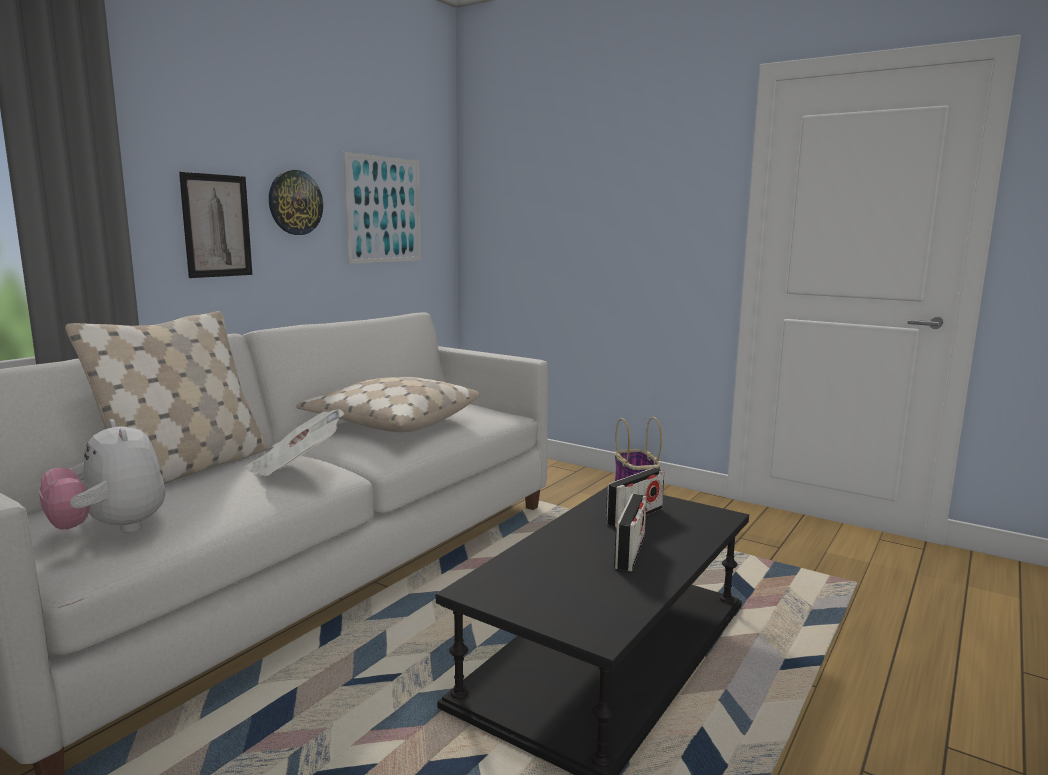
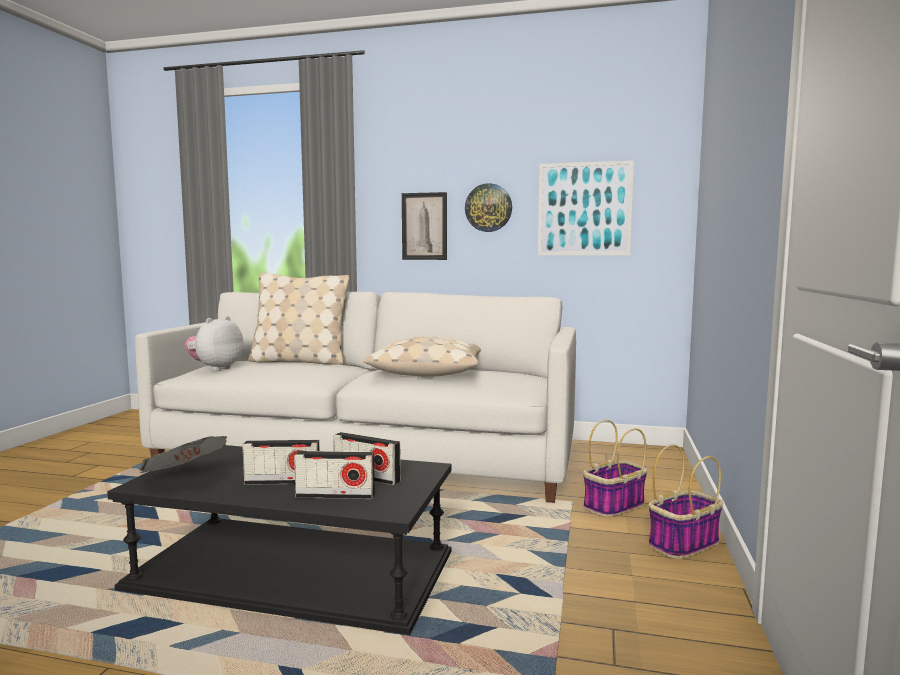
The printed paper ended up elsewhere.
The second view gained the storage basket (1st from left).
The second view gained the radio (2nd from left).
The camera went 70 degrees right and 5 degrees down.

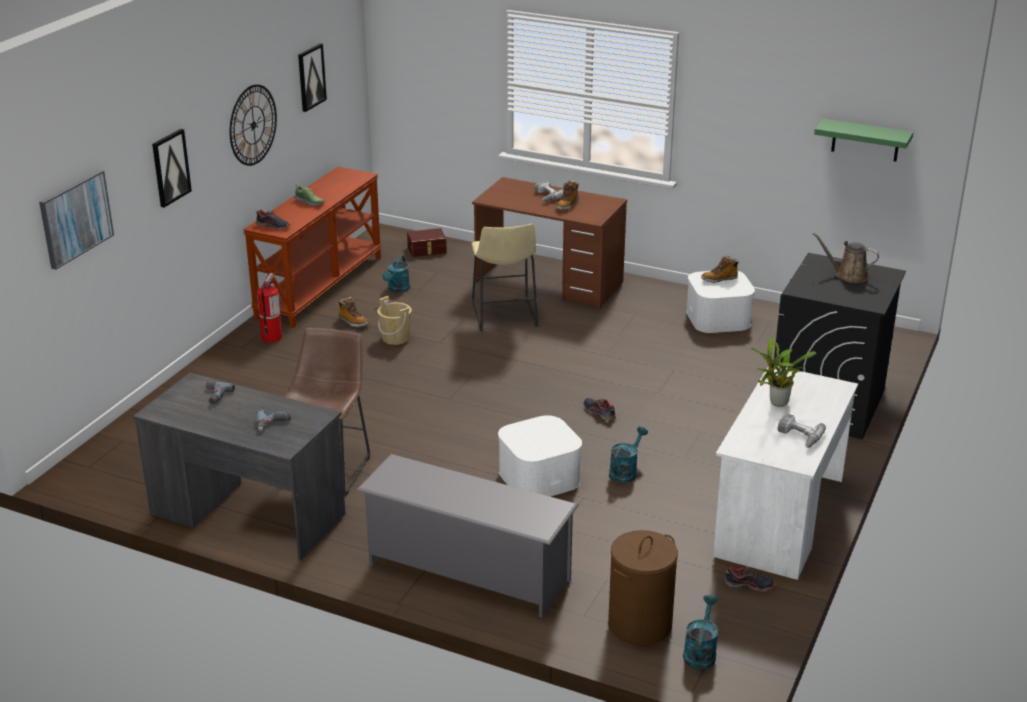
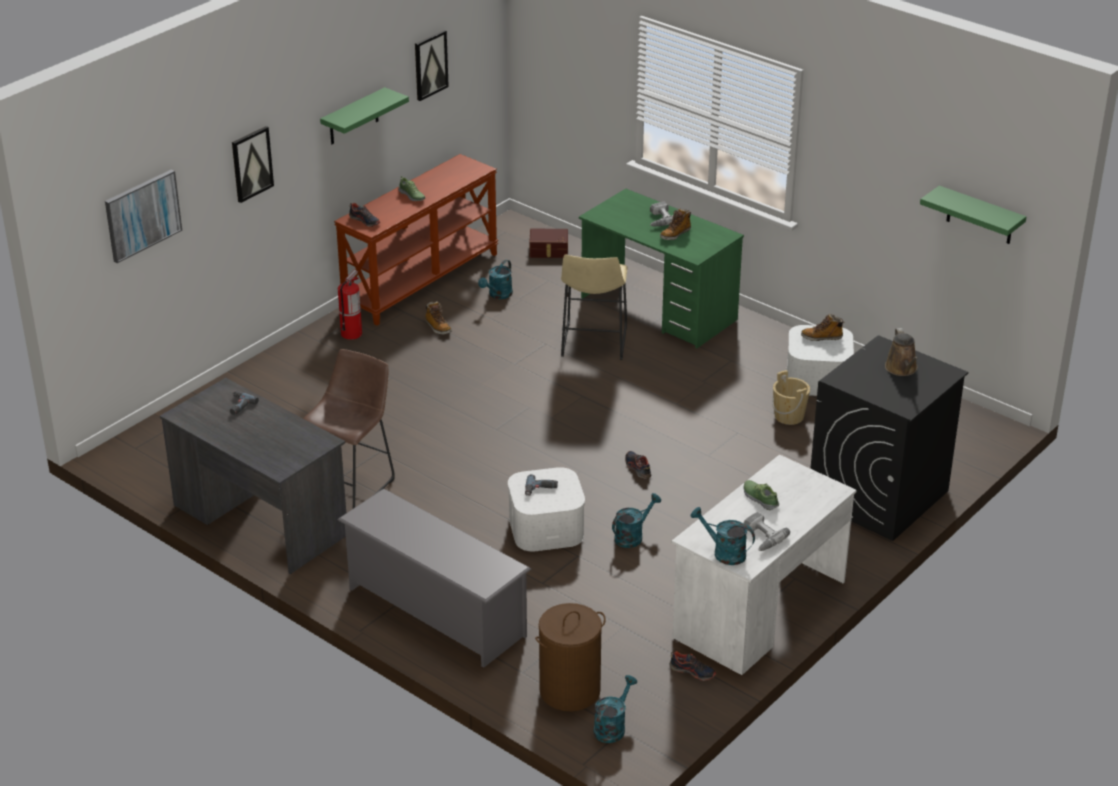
Where the hanging clock hung, the shelf/green (1st from left) came to hang.
What was the desk table/brown turned into the desk table/green.
The sprinkling can/brown ended up facing another way, 135 degrees counterclockwise from before.
The water bucket/beige ended up elsewhere.
Where the potted plant stood, the item of footwear (5th from left) came to stand.
The power drill (2nd from left) ended up elsewhere.
The second view gained the sprinkling can/turquoise-coloured (4th from left).
The camera went 15 degrees right and 5 degrees up.

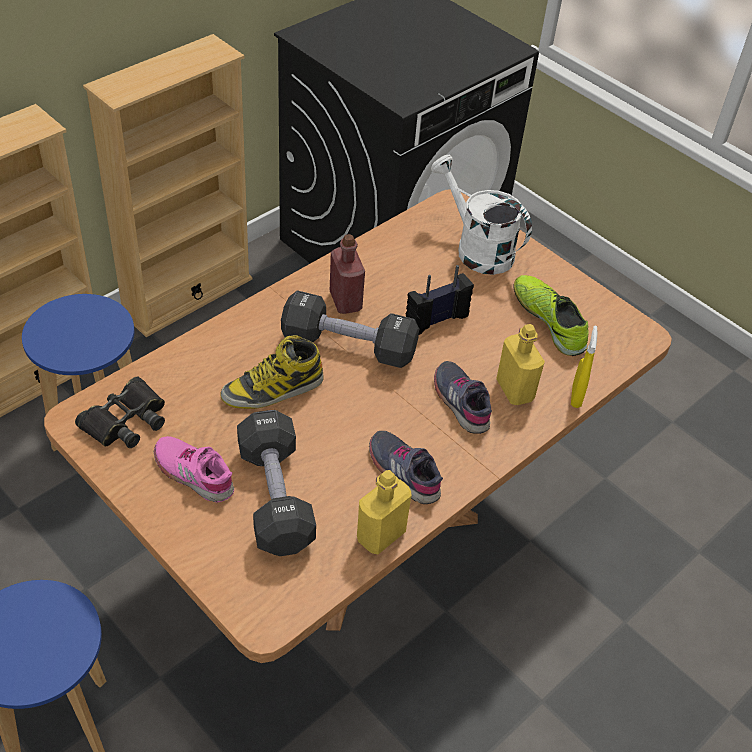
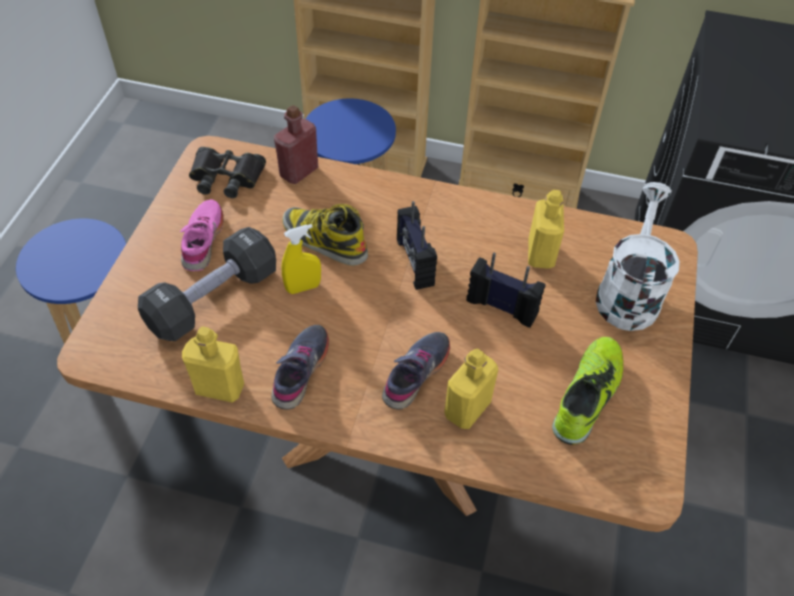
The beverage bottle/reddish ended up elsewhere.
Where the hand weight/blackish (2nd from left) stood, the radio (1st from left) came to stand.
The hand sprayer/yellowish ended up elsewhere.
The second view gained the beverage bottle/yellowish (3rd from left).
The camera went 60 degrees right and 5 degrees up.

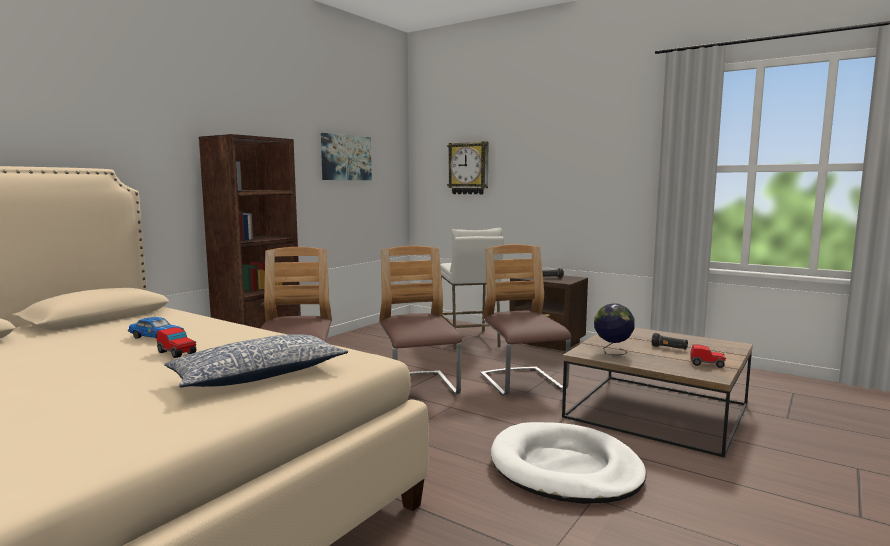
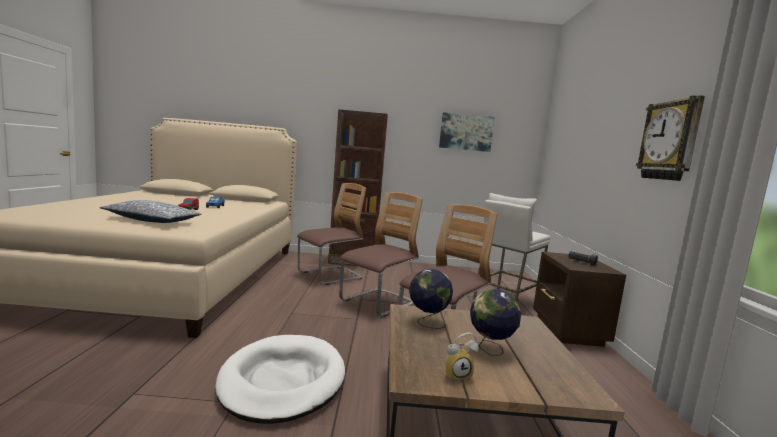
The hanging clock ended up elsewhere.
Where the flashlight/blackish (2nd from left) stood, the desk globe (2nd from left) came to stand.
Where the miniature car (3rd from left) stood, the bedside clock came to stand.
The camera went 55 degrees right and 0 degrees up.

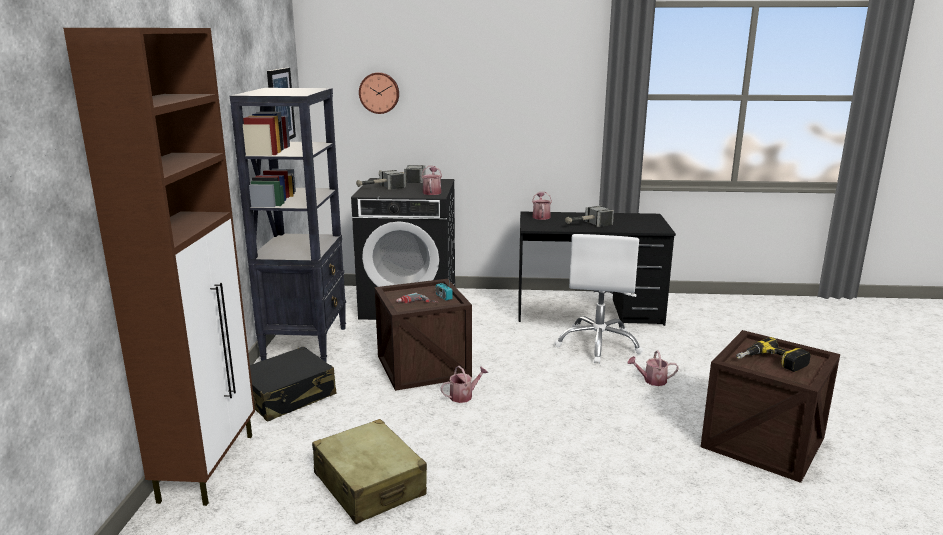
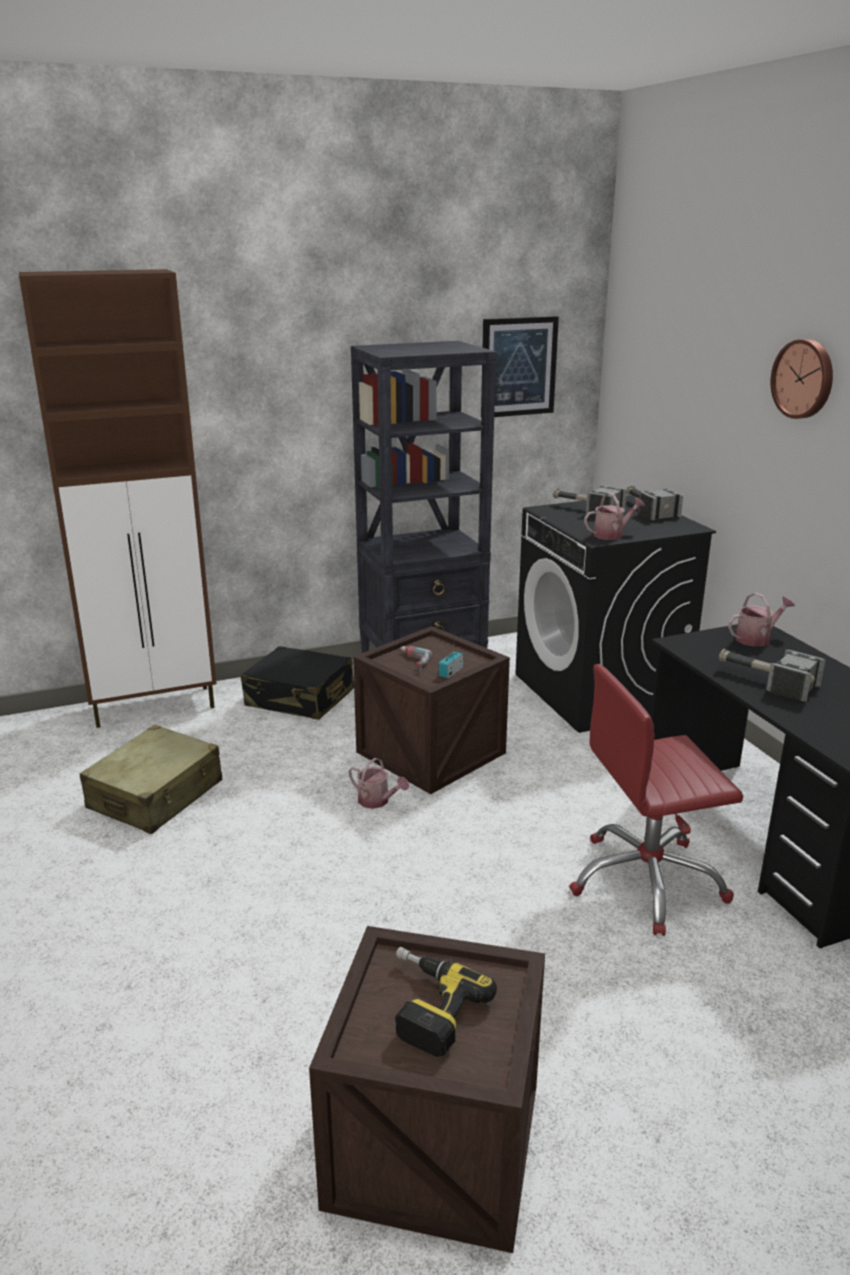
The hanging clock ended up elsewhere.
What was the desk chair/white-coloured turned into the desk chair/reddish.
The second view lost the sprinkling can (4th from left).
The camera went 65 degrees right and 5 degrees up.

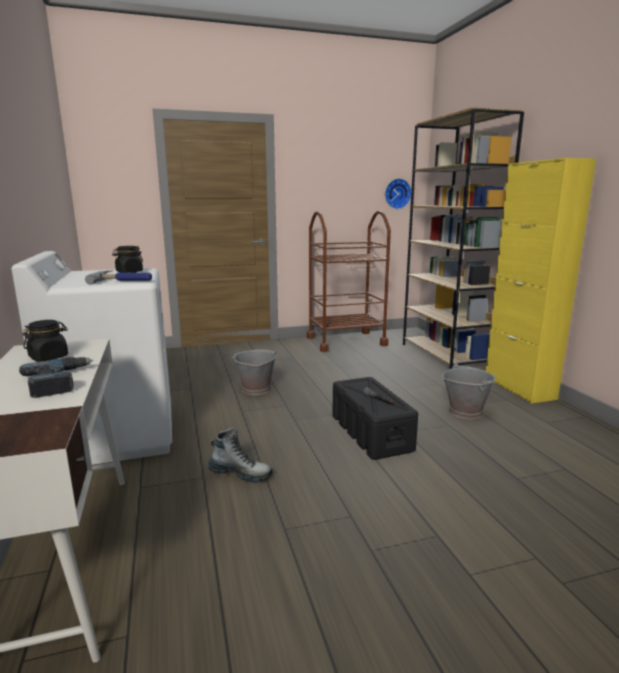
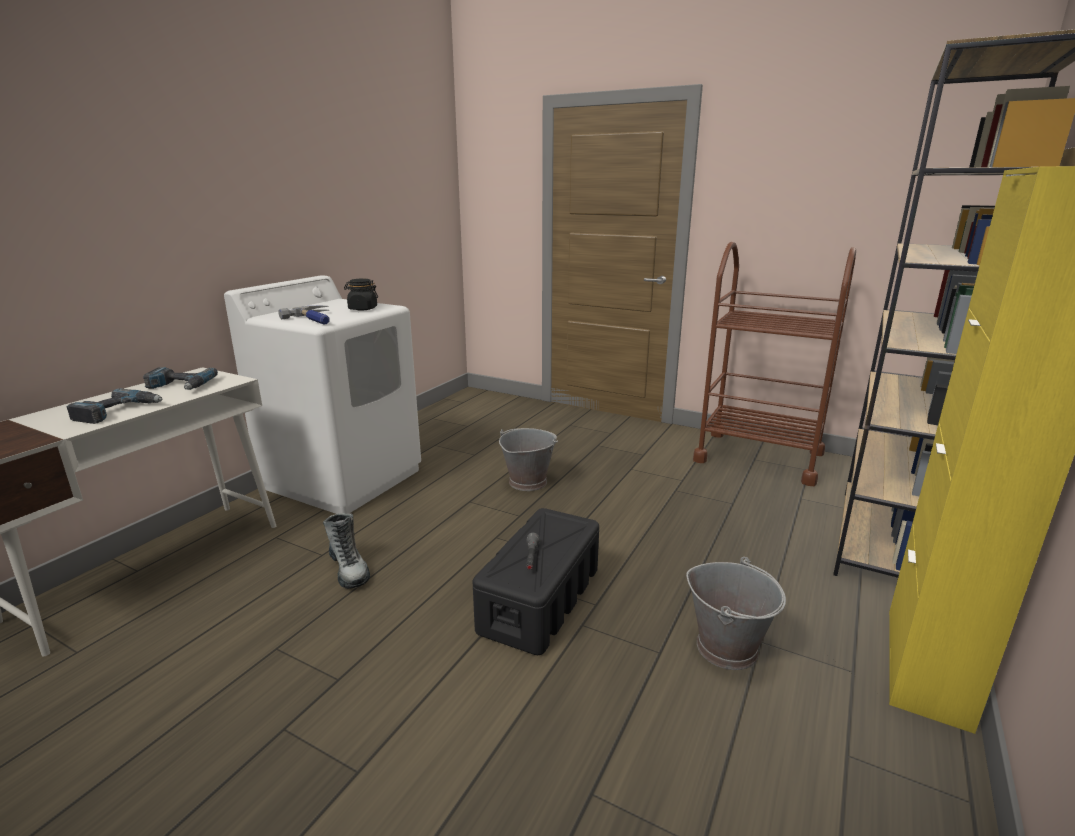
The second view lost the hanging clock.
Where the storage jar/blackish (1st from left) stood, the power drill (2nd from left) came to stand.
The camera went 45 degrees right and 5 degrees up.

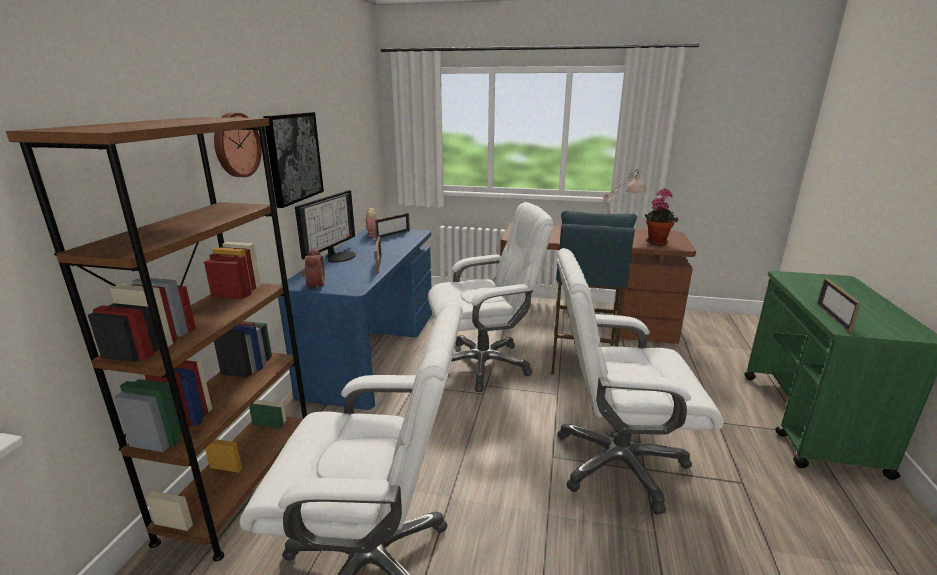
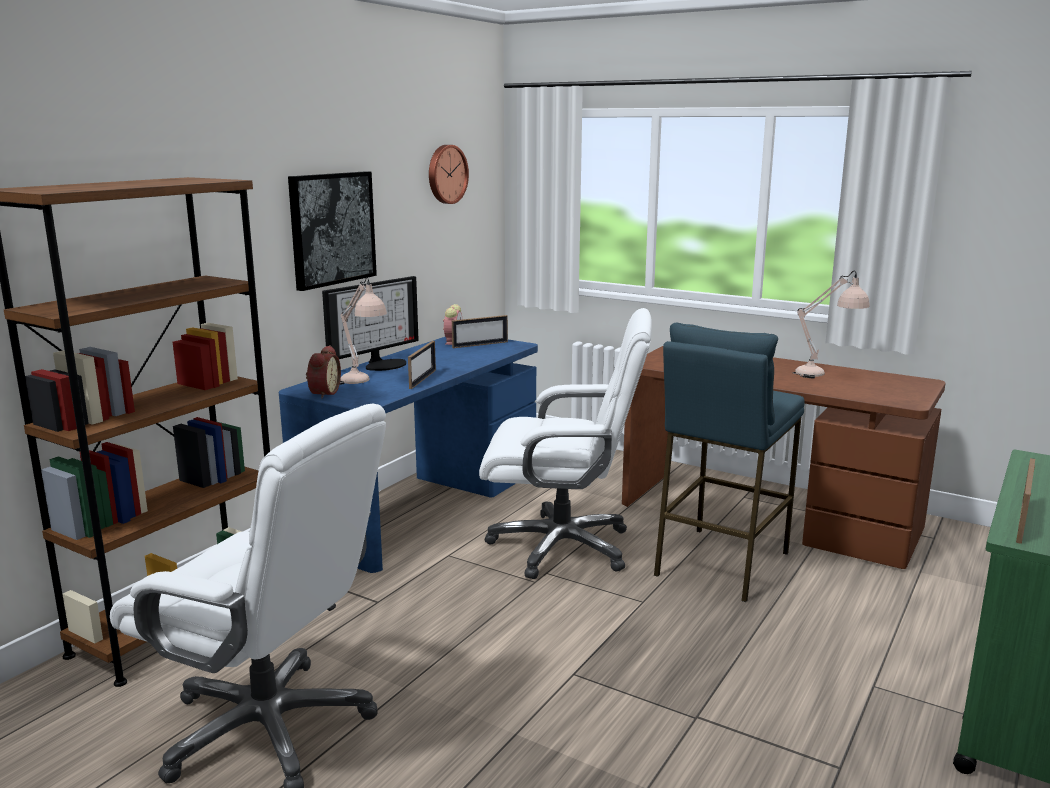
The hanging clock ended up elsewhere.
The second view lost the potted plant.
The second view lost the desk chair/white-coloured (3rd from left).
The second view gained the tabletop lamp/beige (1st from left).
The camera went 20 degrees right and 5 degrees down.

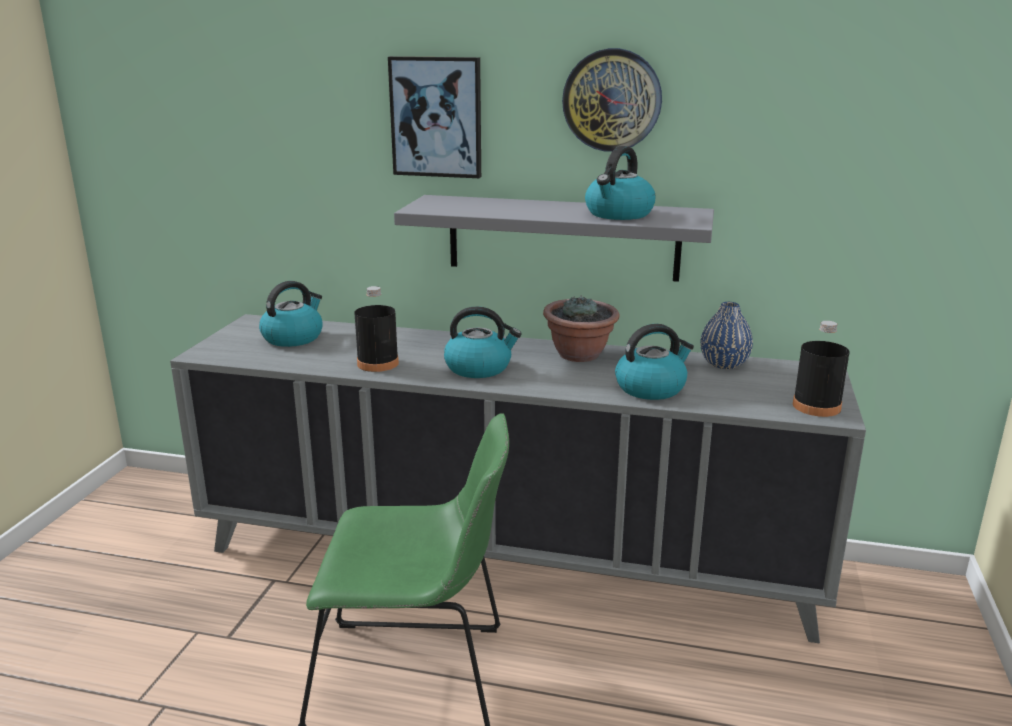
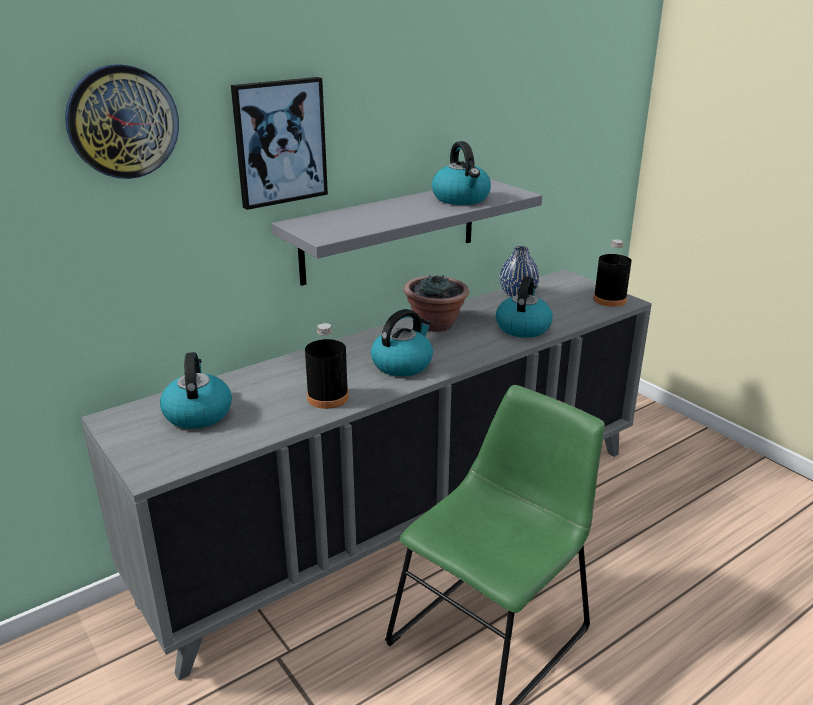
The hanging clock ended up elsewhere.
The camera went 50 degrees left and 5 degrees up.

